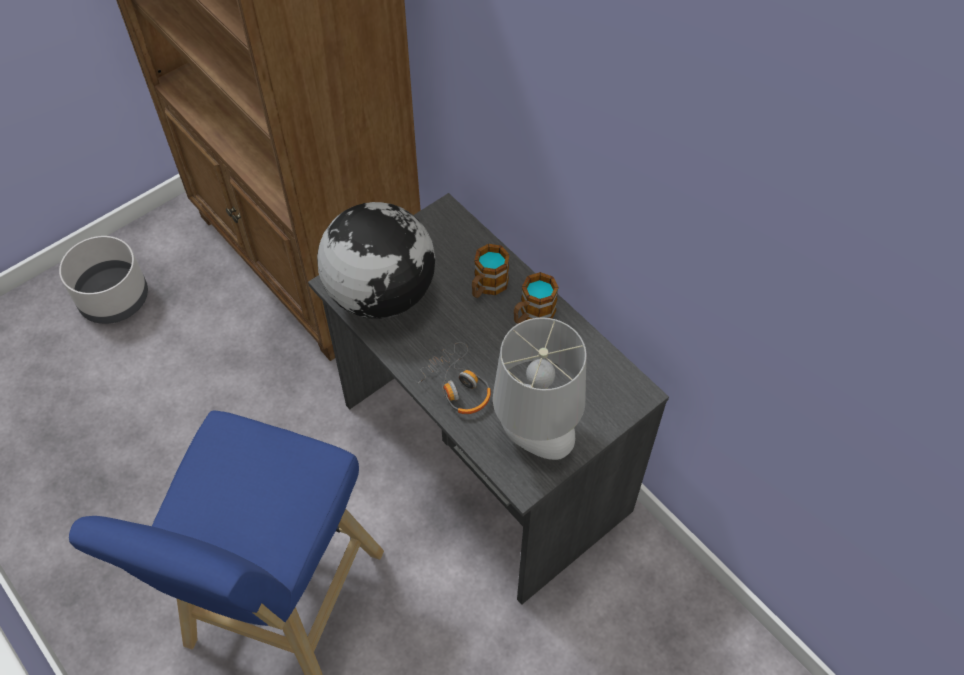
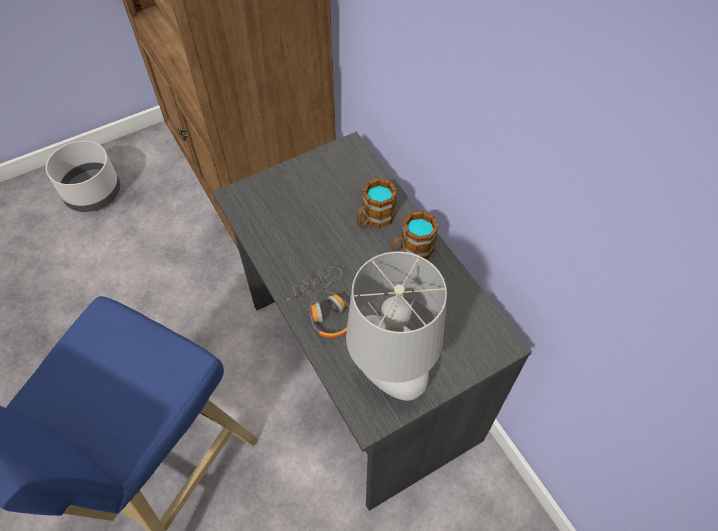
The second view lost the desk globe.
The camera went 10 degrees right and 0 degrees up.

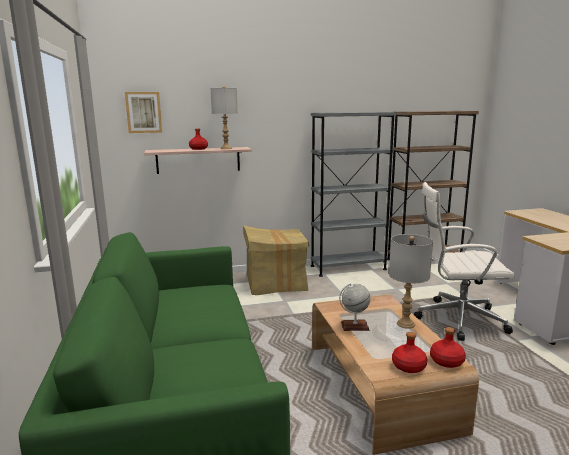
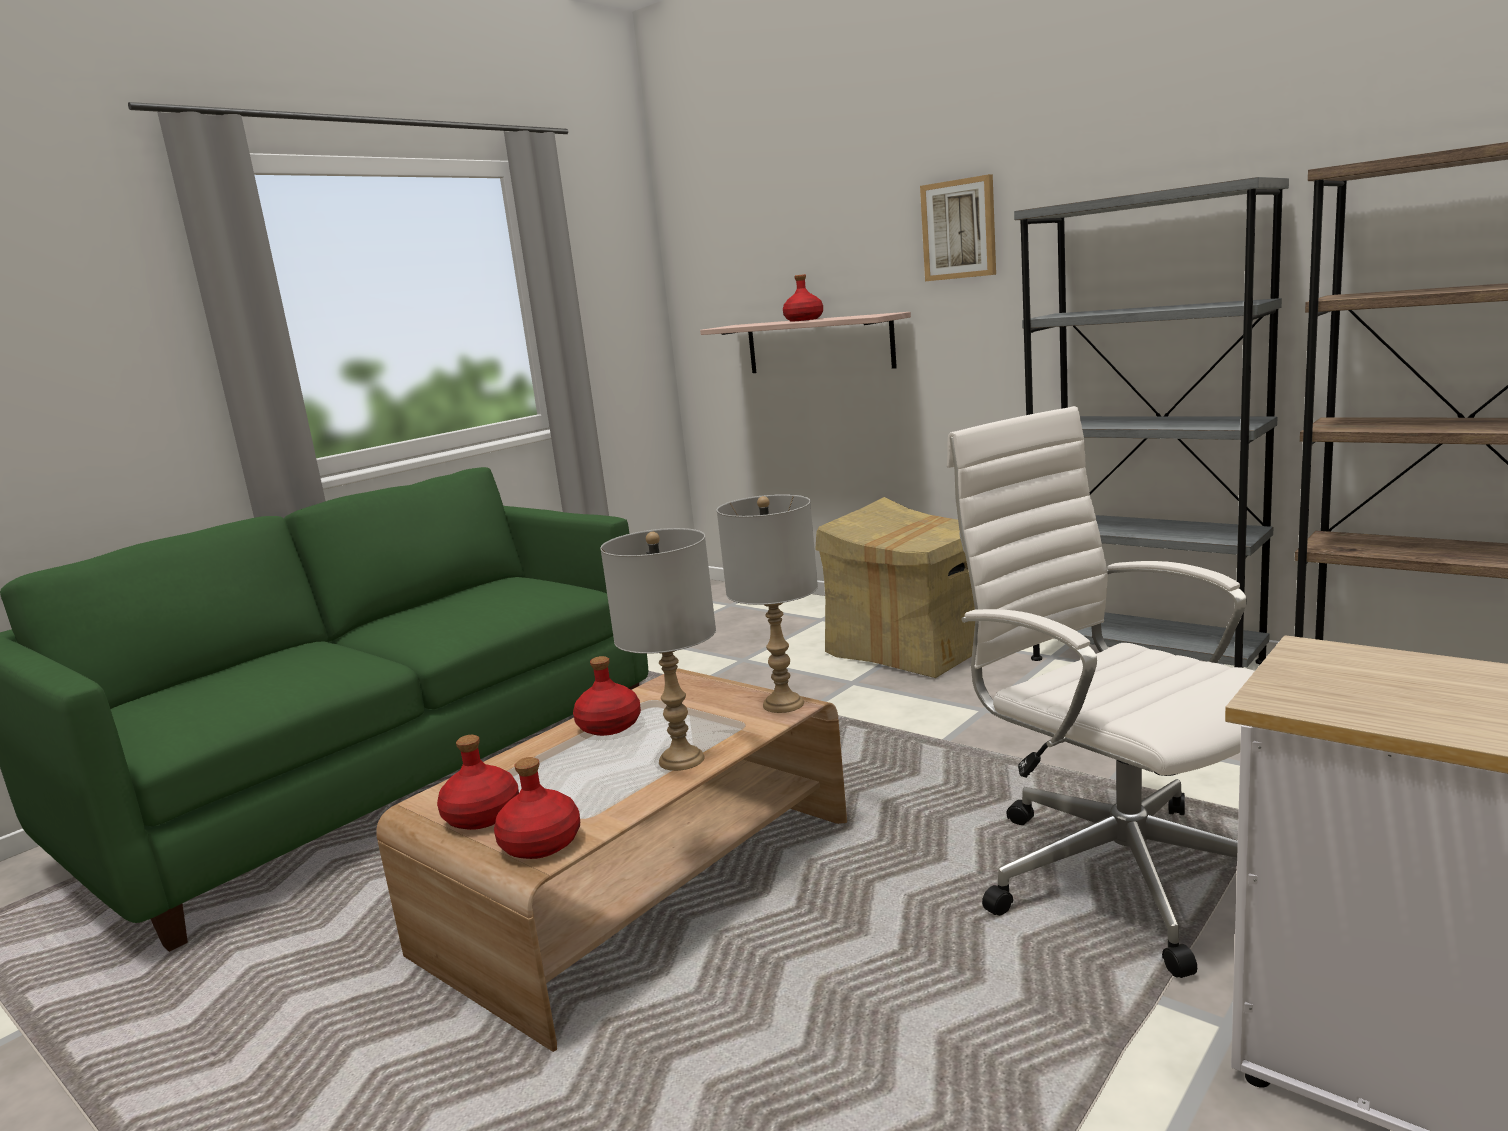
The tabletop lamp/greyish (1st from left in the first image) ended up elsewhere.
The wall art ended up elsewhere.
Where the desk globe stood, the beverage bottle/reddish (3rd from left) came to stand.
The camera went 55 degrees right and 0 degrees up.

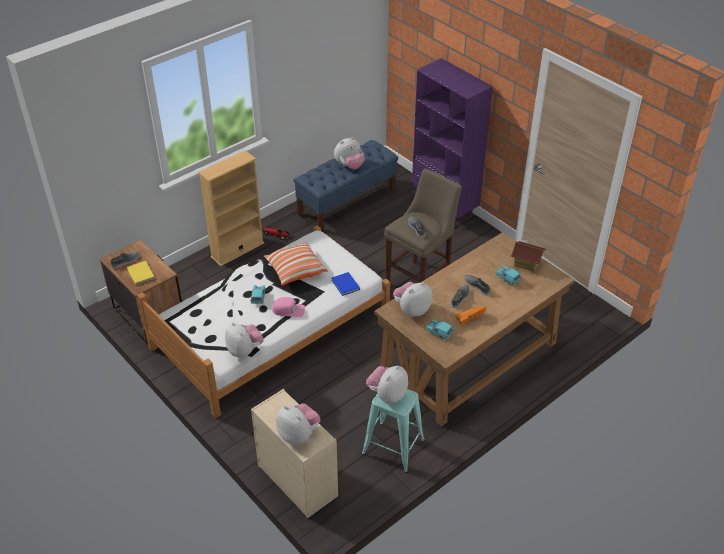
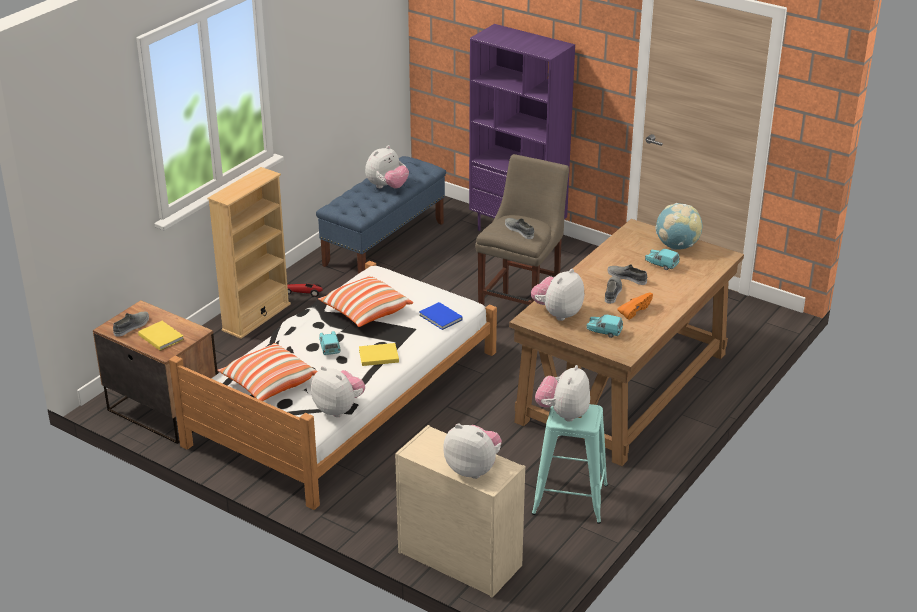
Where the miniature house stood, the desk globe came to stand.
Where the cap/pink-coloured stood, the bound book/yellowish (2nd from left) came to stand.
The second view gained the pillow (1st from left).
The camera went 15 degrees left and 10 degrees down.

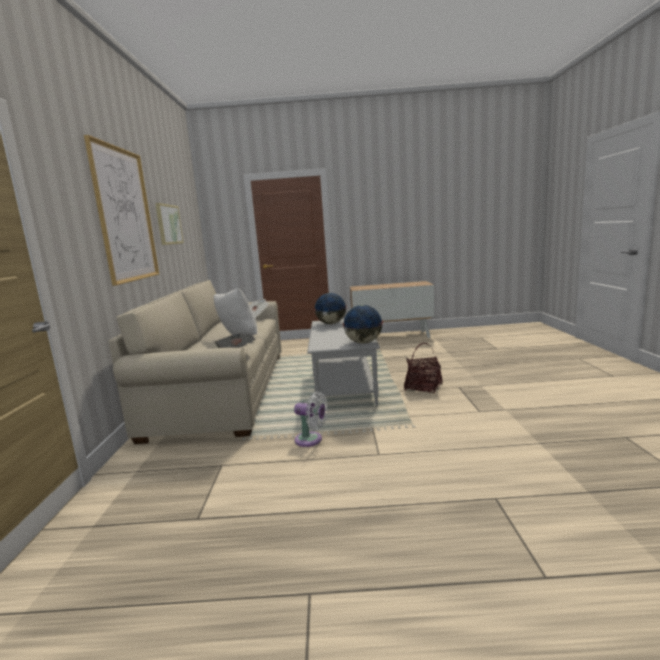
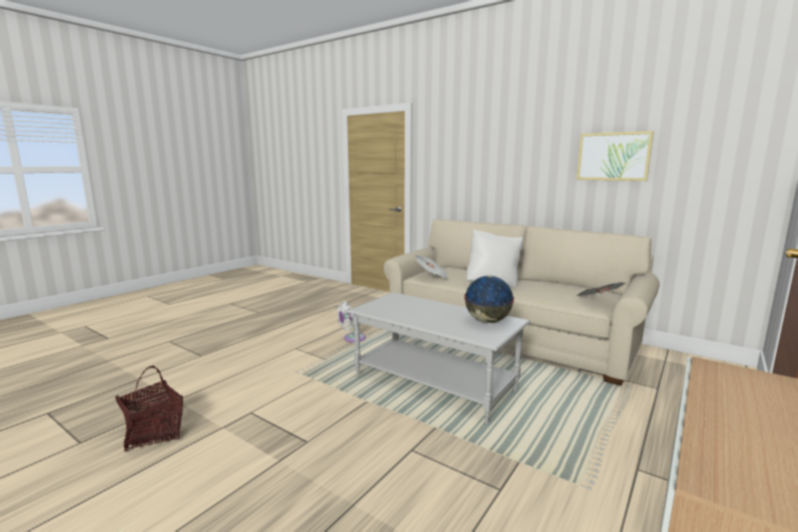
The second view lost the wall art (1st from left).
The second view lost the desk globe (2nd from left).
The storage basket ended up elsewhere.
The camera went 125 degrees right and 0 degrees up.

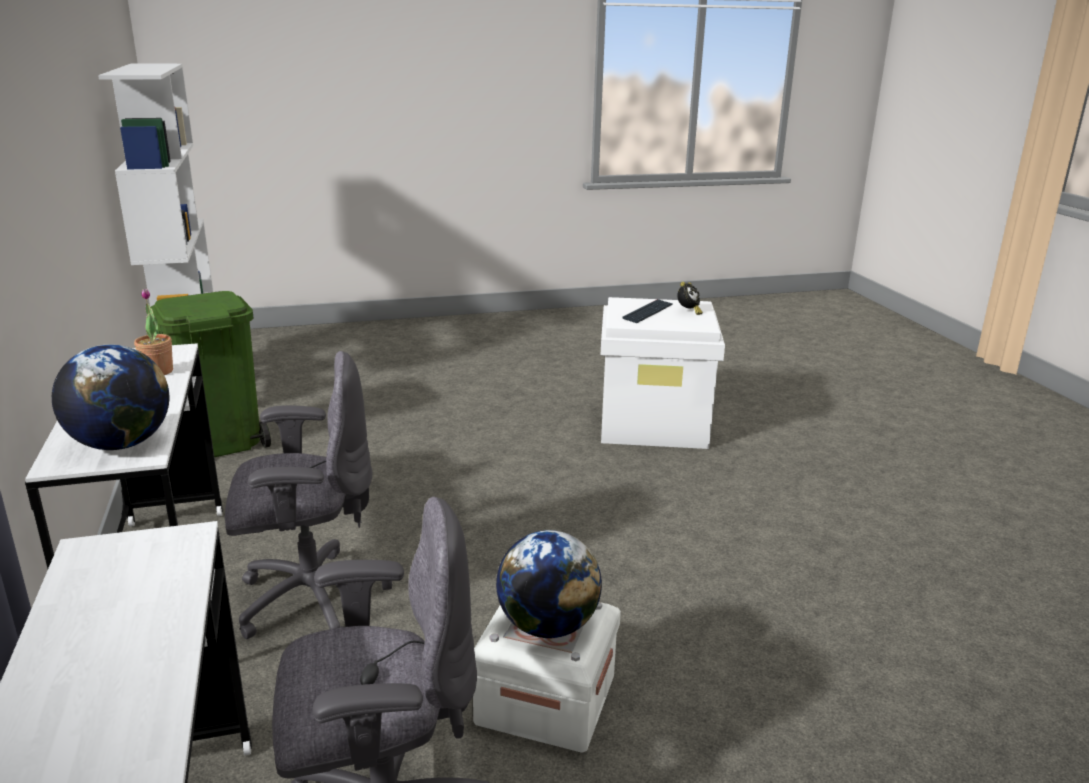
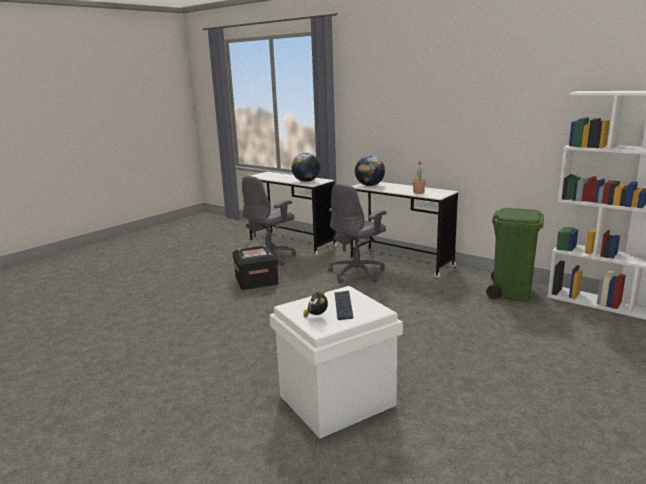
The desk globe (2nd from left in the first image) ended up elsewhere.
What was the storage box/white-coloured (1st from left) turned into the storage box/blackish.
The camera went 145 degrees right and 5 degrees down.

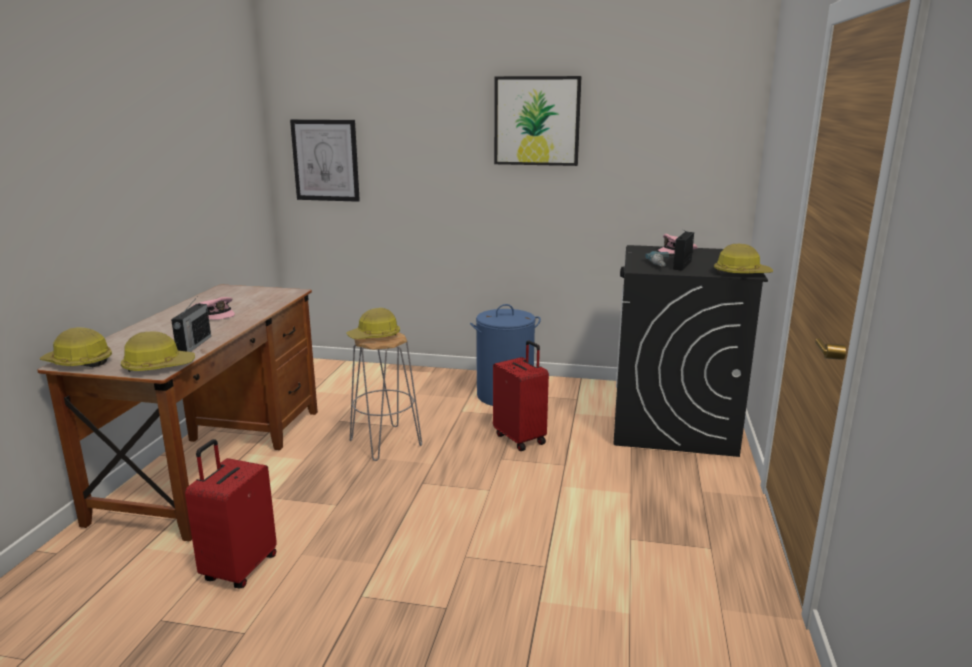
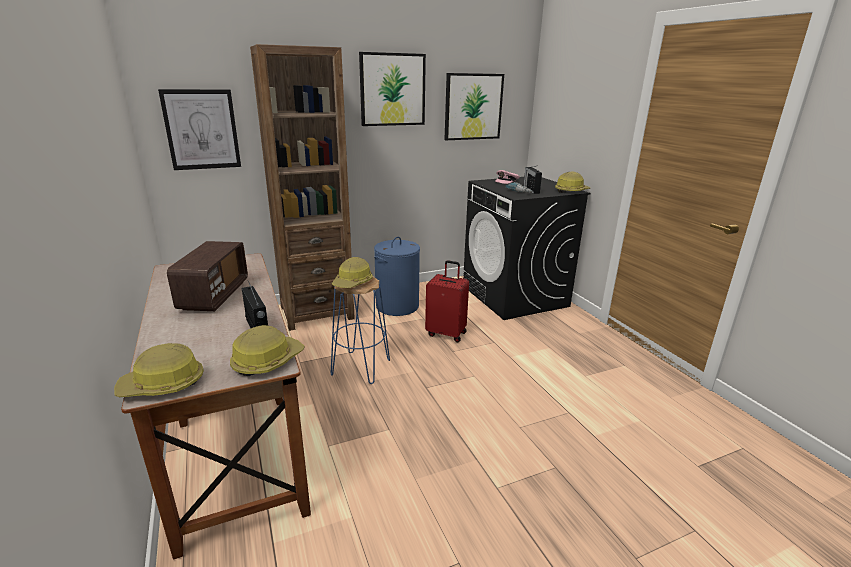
Where the cap/pink-coloured (1st from left) stood, the radio (1st from left) came to stand.
What was the sitting stool/greyish turned into the sitting stool/blue.
The second view lost the suitcase/reddish (1st from left).
The second view gained the shelving unit/brown.
The second view gained the wall art (3rd from left).
The camera went 35 degrees left and 5 degrees up.

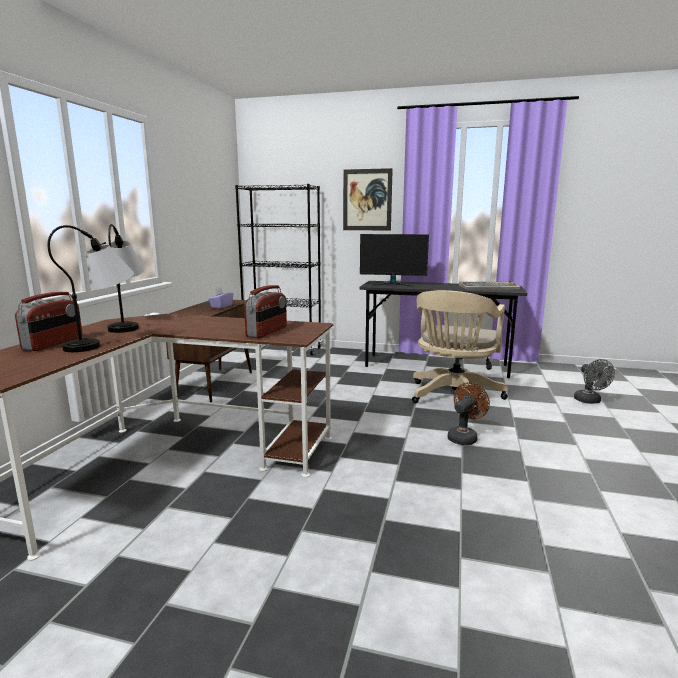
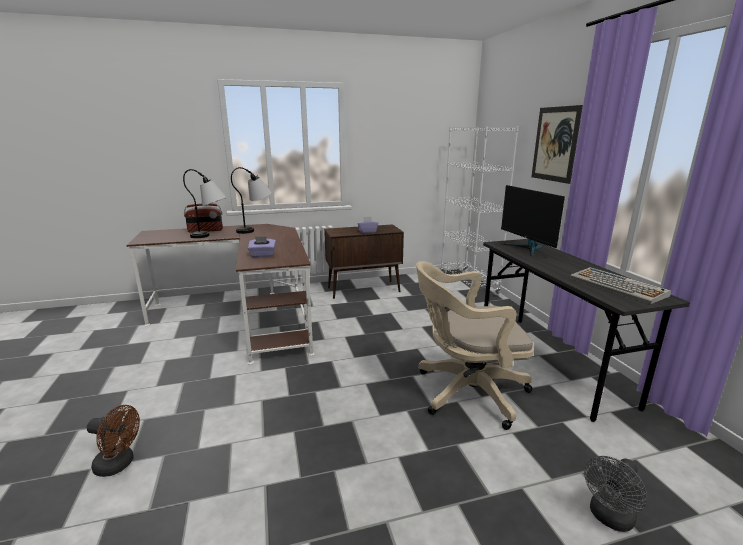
What was the shelving unit/blackish turned into the shelving unit/white-coloured.
Where the radio (2nd from left) stood, the tissue box/purple (1st from left) came to stand.
The electric fan/brown ended up elsewhere.
The camera went 60 degrees right and 5 degrees up.

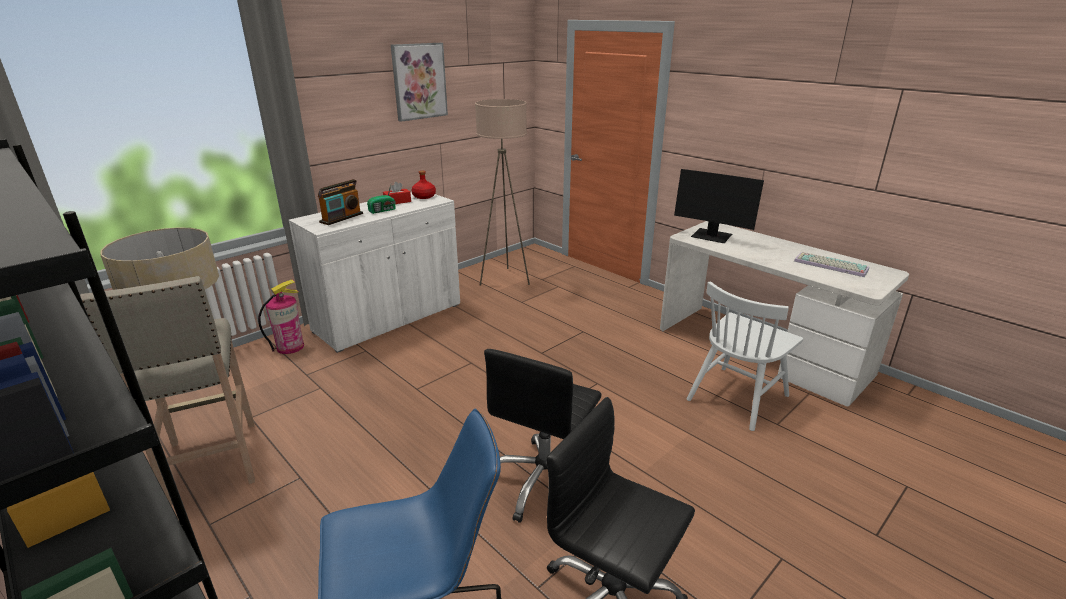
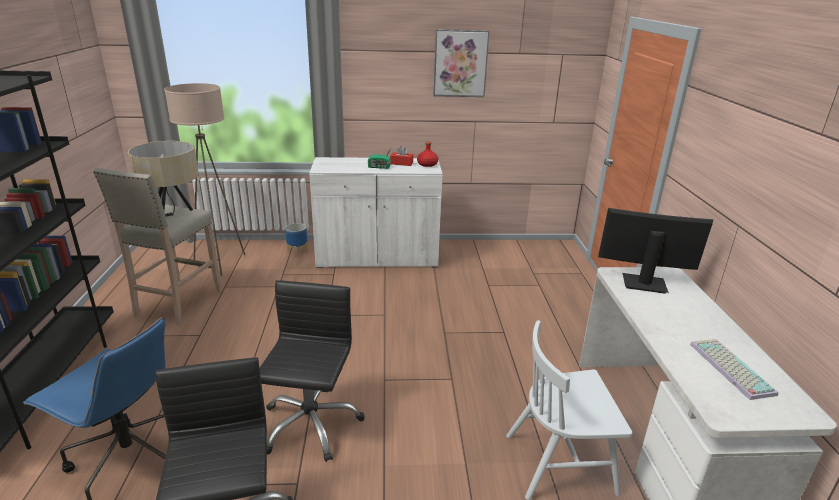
The floor lamp/beige ended up elsewhere.
The computer display ended up facing another way, 120 degrees clockwise from before.
The second view lost the radio (1st from left).
Where the extinguisher stood, the planter came to stand.
The desk chair/blackish (1st from left in the first image) ended up facing another way, 120 degrees clockwise from before.
The camera went 40 degrees right and 0 degrees up.

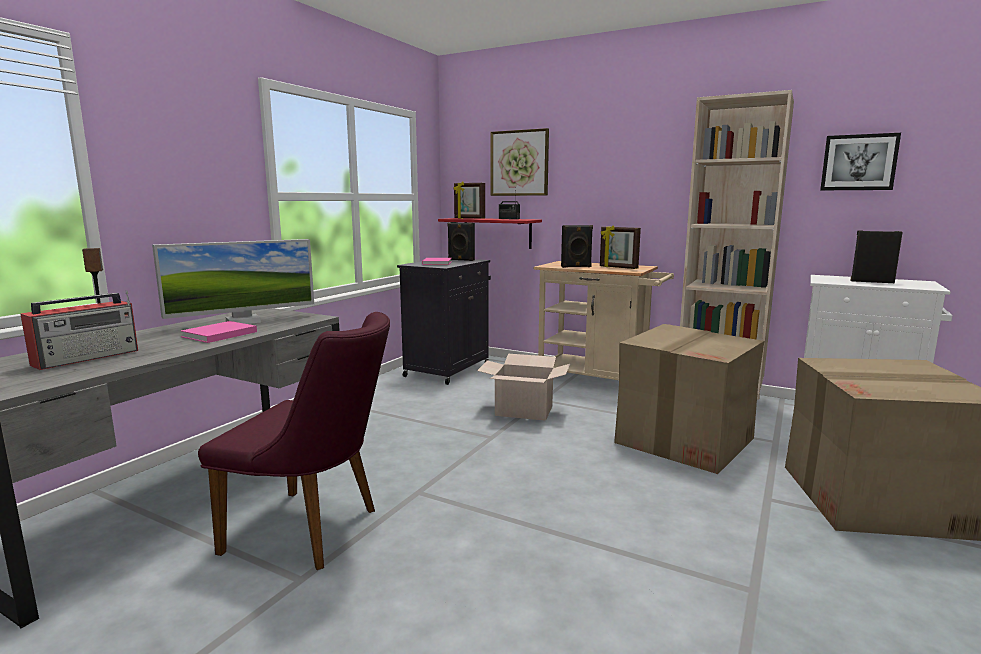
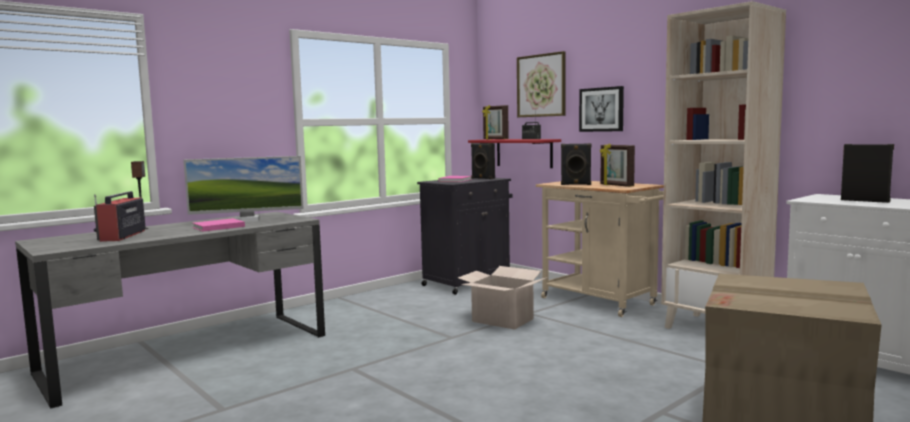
The wall art (2nd from left) ended up elsewhere.
The radio (1st from left) ended up facing another way, 120 degrees clockwise from before.
The second view lost the plain chair/purple.
The second view lost the cardboard box (2nd from left).
The camera went 20 degrees right and 5 degrees down.

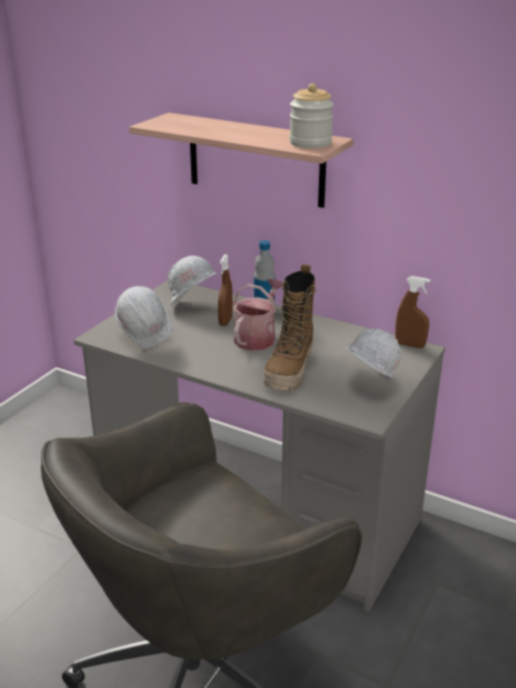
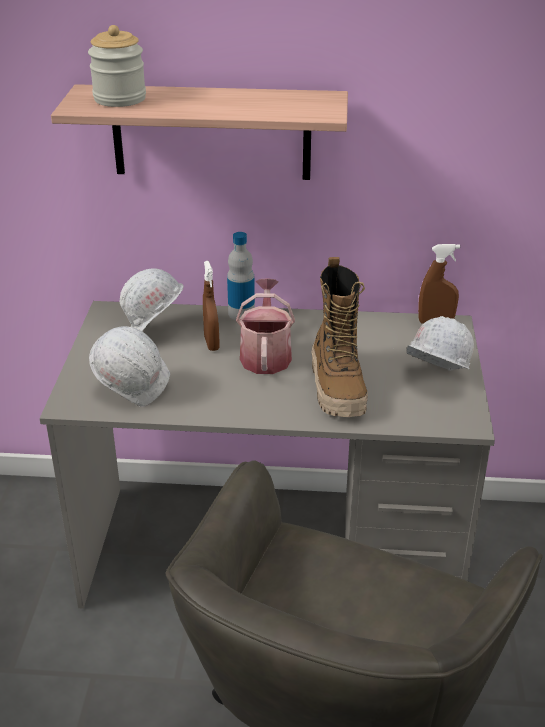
The storage jar ended up elsewhere.
The camera went 25 degrees left and 5 degrees up.

